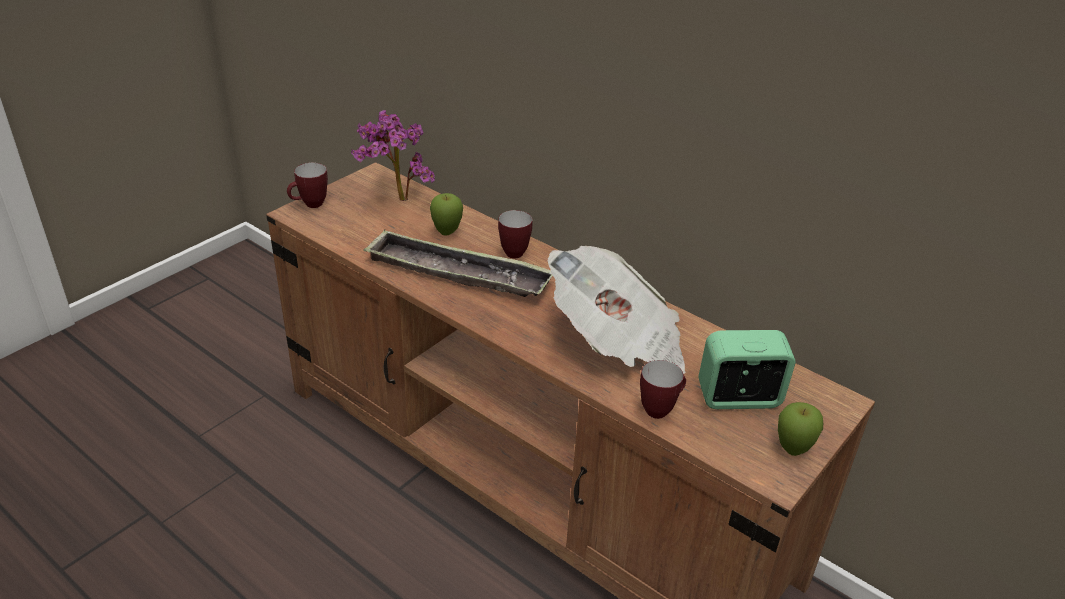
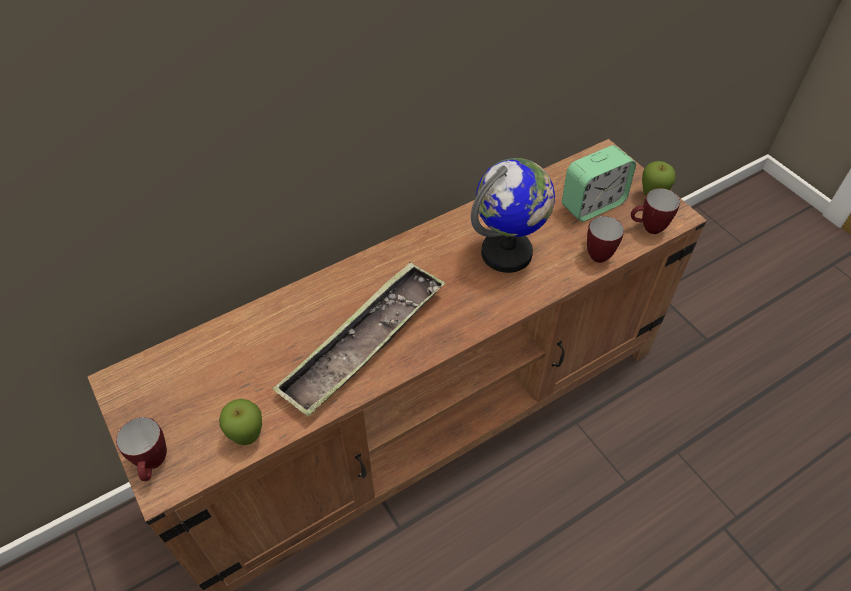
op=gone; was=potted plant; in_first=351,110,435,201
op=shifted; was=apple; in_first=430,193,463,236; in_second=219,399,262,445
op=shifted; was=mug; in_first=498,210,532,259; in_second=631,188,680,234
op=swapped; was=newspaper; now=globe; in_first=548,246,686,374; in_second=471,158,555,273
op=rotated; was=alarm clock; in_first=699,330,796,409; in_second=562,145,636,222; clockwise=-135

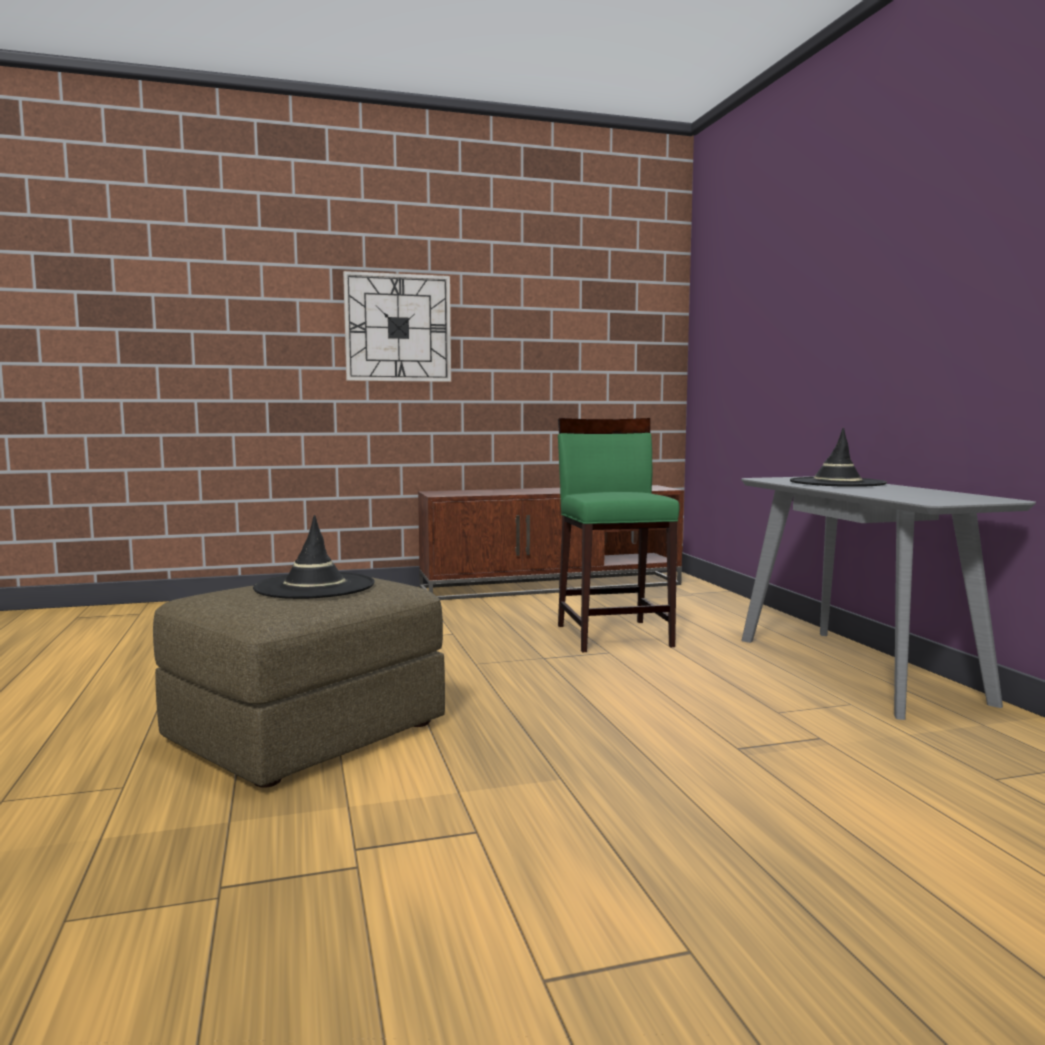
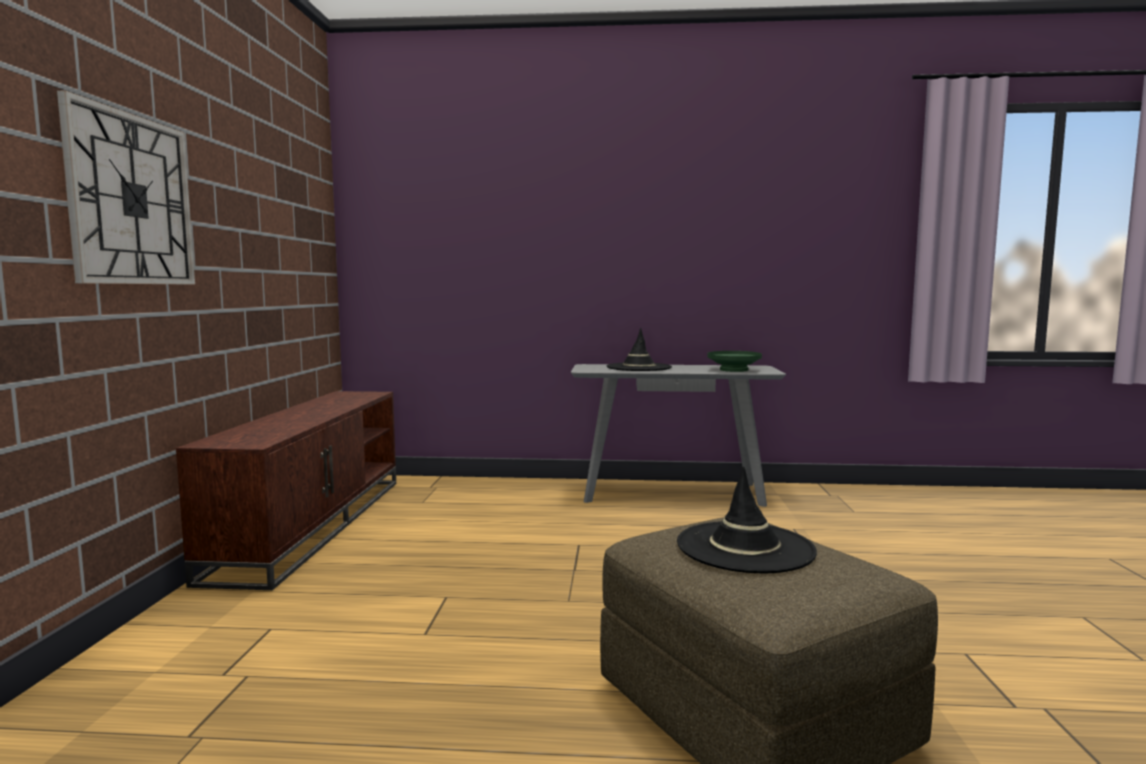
op=gone; was=stool in green; in_first=558,418,680,652
op=new; now=bowl in green; in_second=707,351,762,372

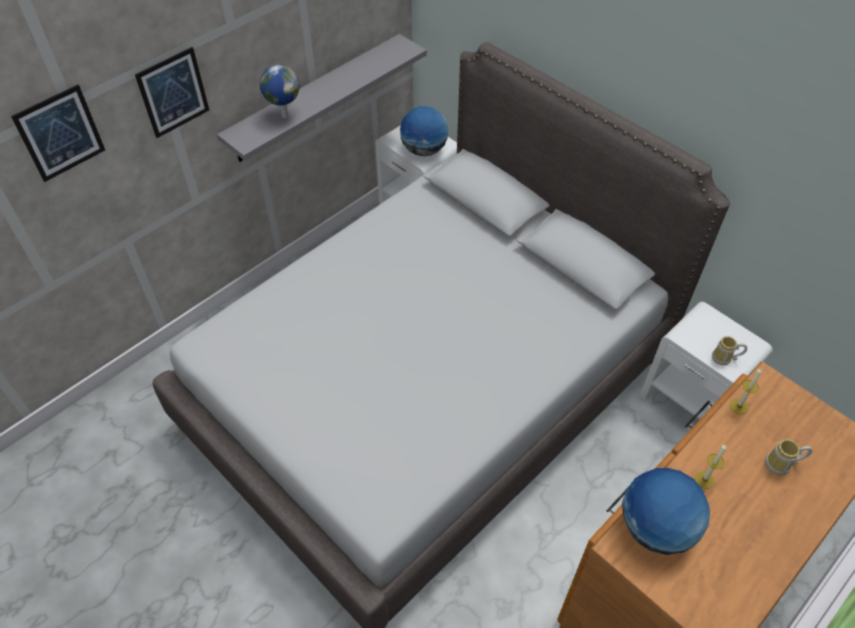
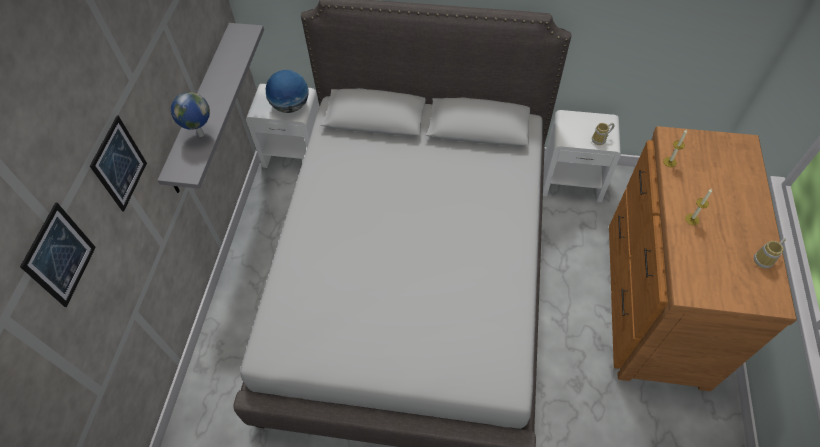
op=shifted; was=mug; in_first=765,439,812,475; in_second=754,238,786,269
op=gone; was=globe; in_first=622,468,710,555

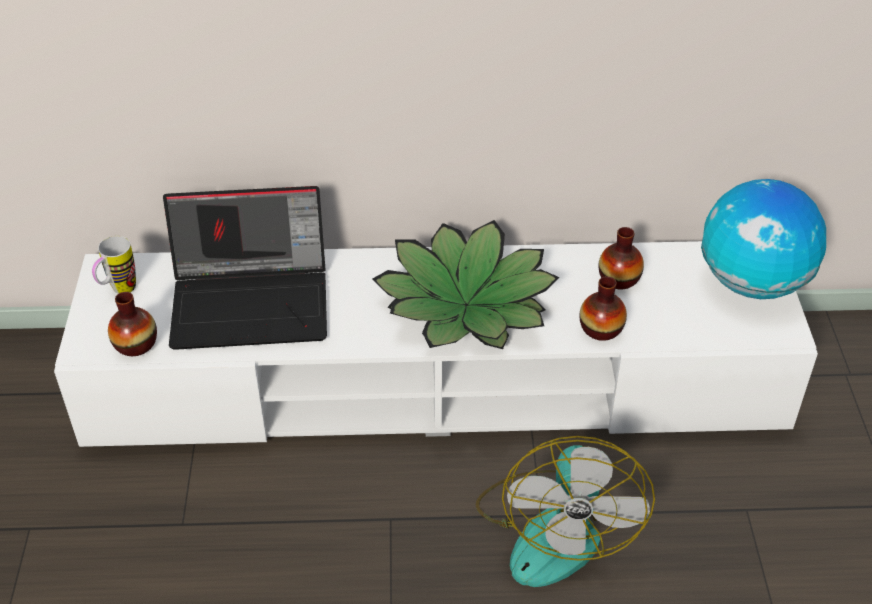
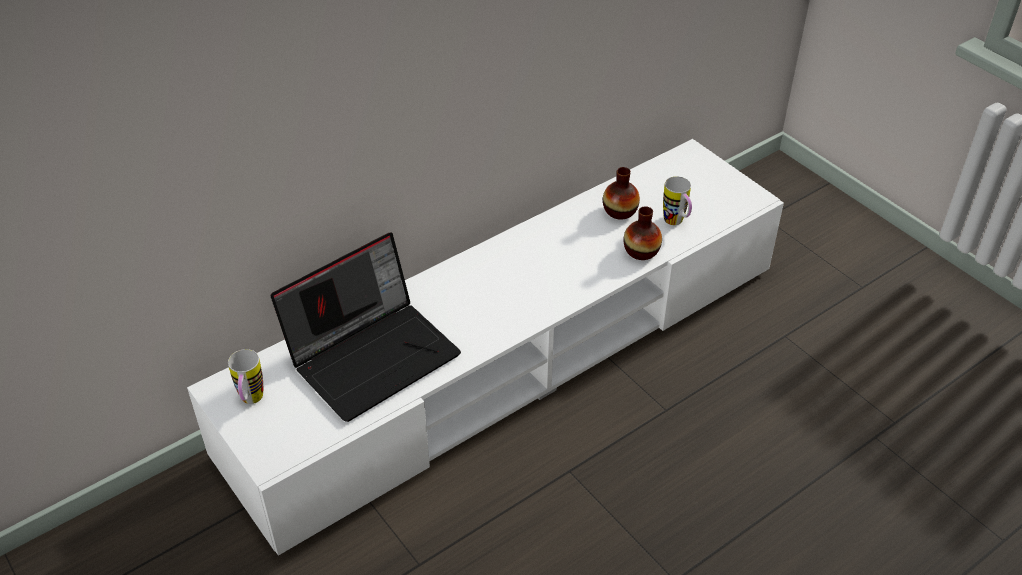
op=gone; was=globe; in_first=701,179,826,299
op=gone; was=potted plant; in_first=373,220,560,349
op=gone; was=vase; in_first=108,292,157,356
op=gone; was=fan; in_first=476,436,655,587
op=new; now=mug; in_second=663,176,692,225

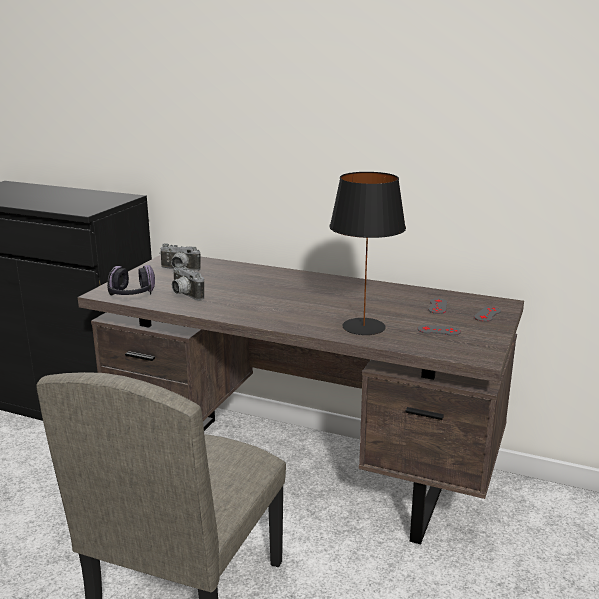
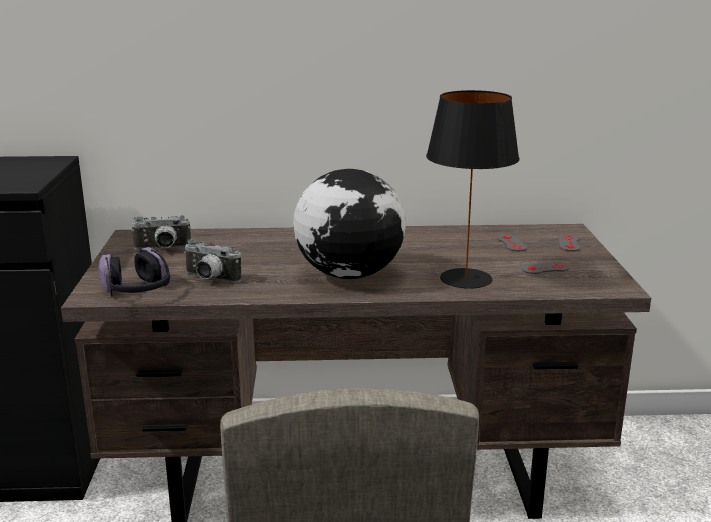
op=new; now=globe; in_second=293,169,406,279

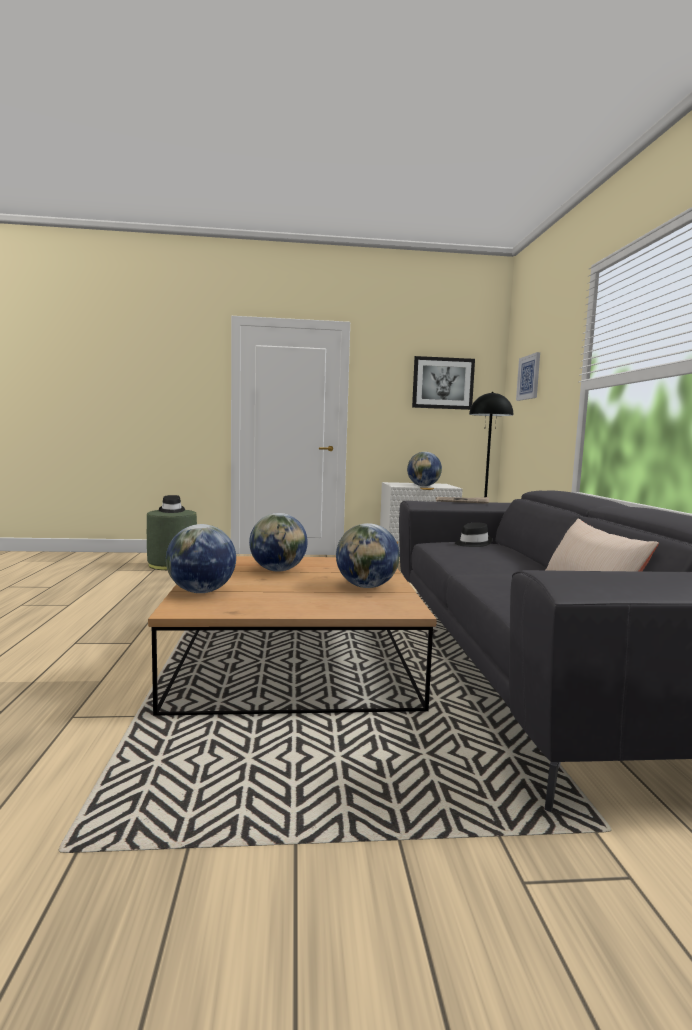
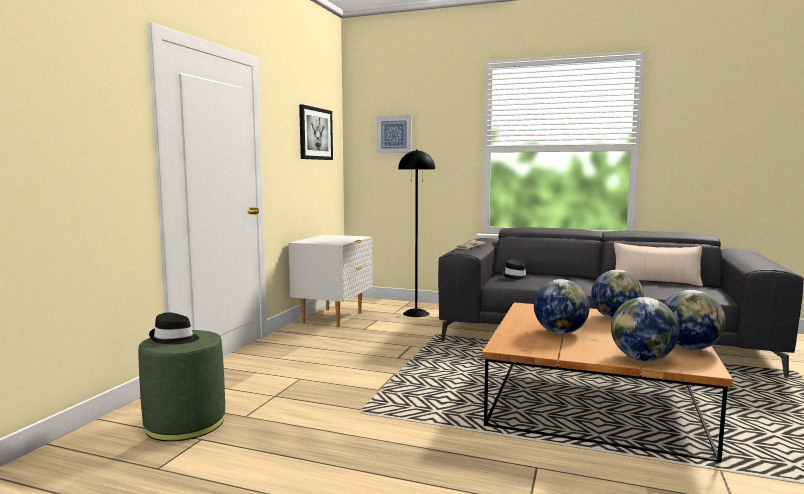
op=shifted; was=globe; in_first=407,452,442,486; in_second=664,290,726,350

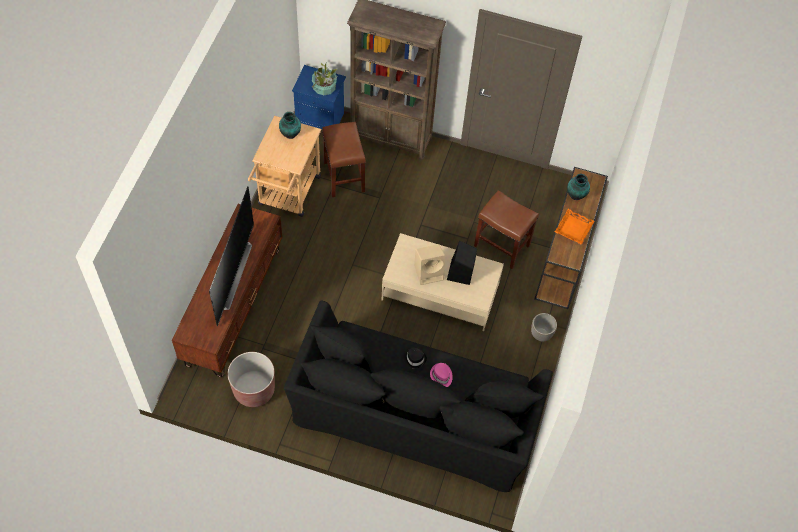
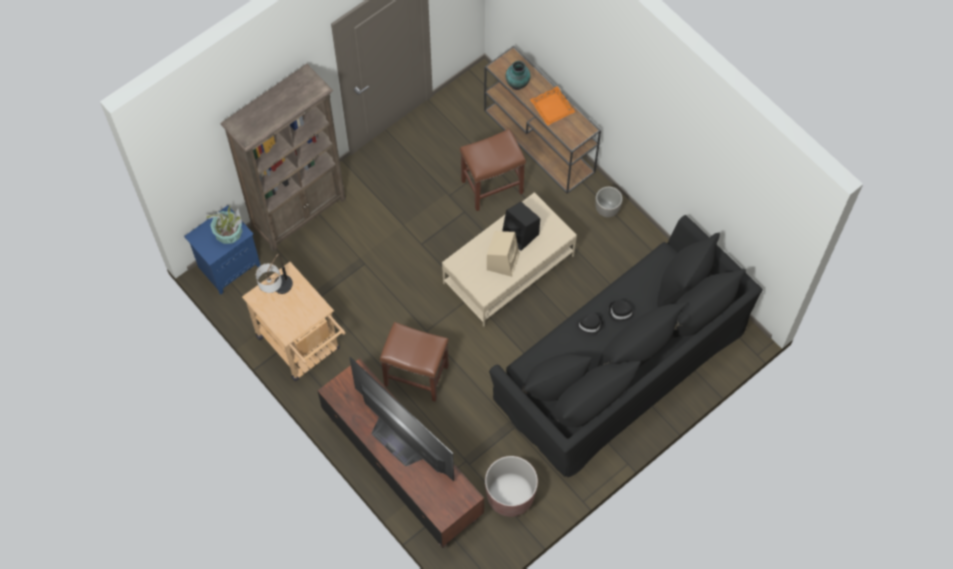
op=swapped; was=vase; now=table lamp; in_first=279,112,301,139; in_second=256,254,293,294
op=shifted; was=stool in brown; in_first=322,122,366,197; in_second=380,322,449,402
op=repainted; was=hat in pink; now=hat in black; in_first=430,363,453,387; in_second=609,300,636,323

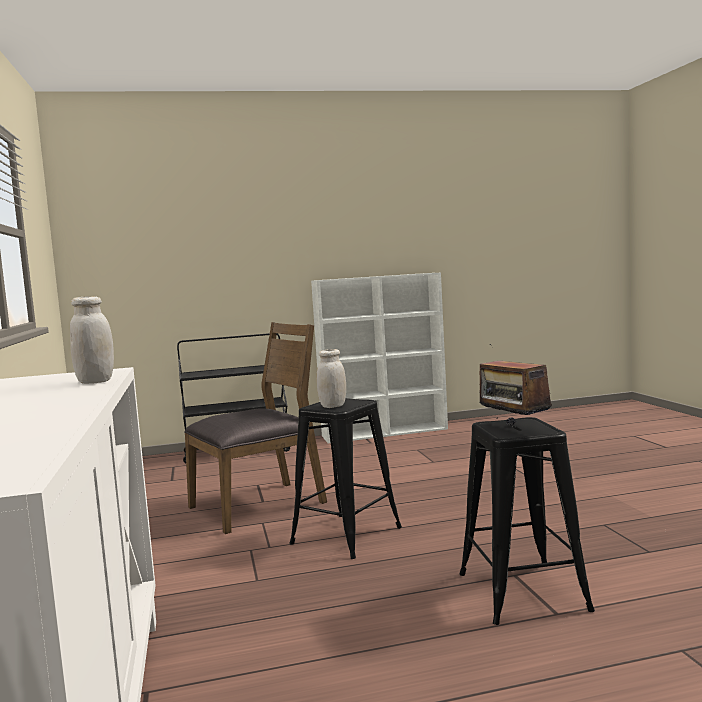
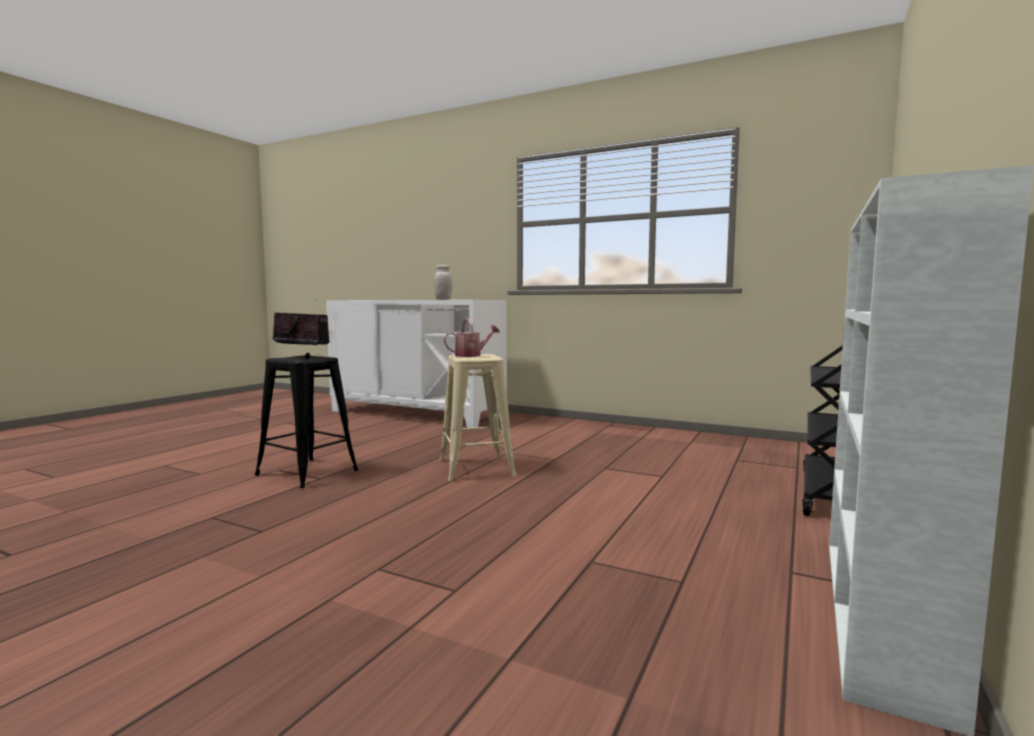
op=gone; was=chair in brown; in_first=184,322,327,534
op=swapped; was=jar in white; now=watering can; in_first=317,349,346,408; in_second=444,318,500,357
op=repainted; was=stool in black; now=stool in beige; in_first=289,398,402,559; in_second=439,354,516,481

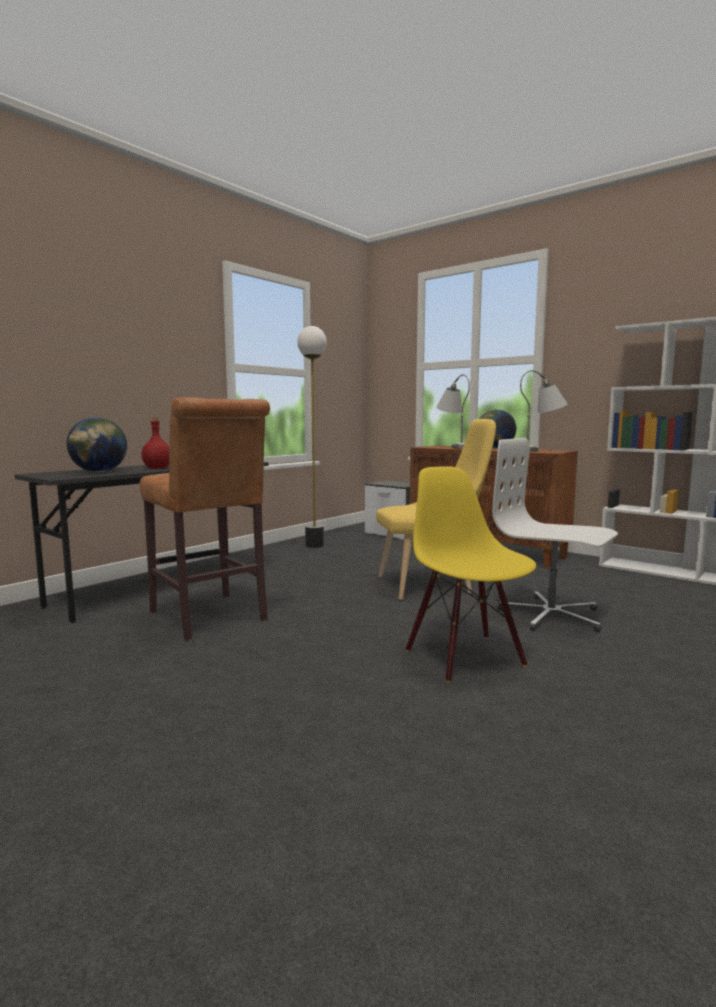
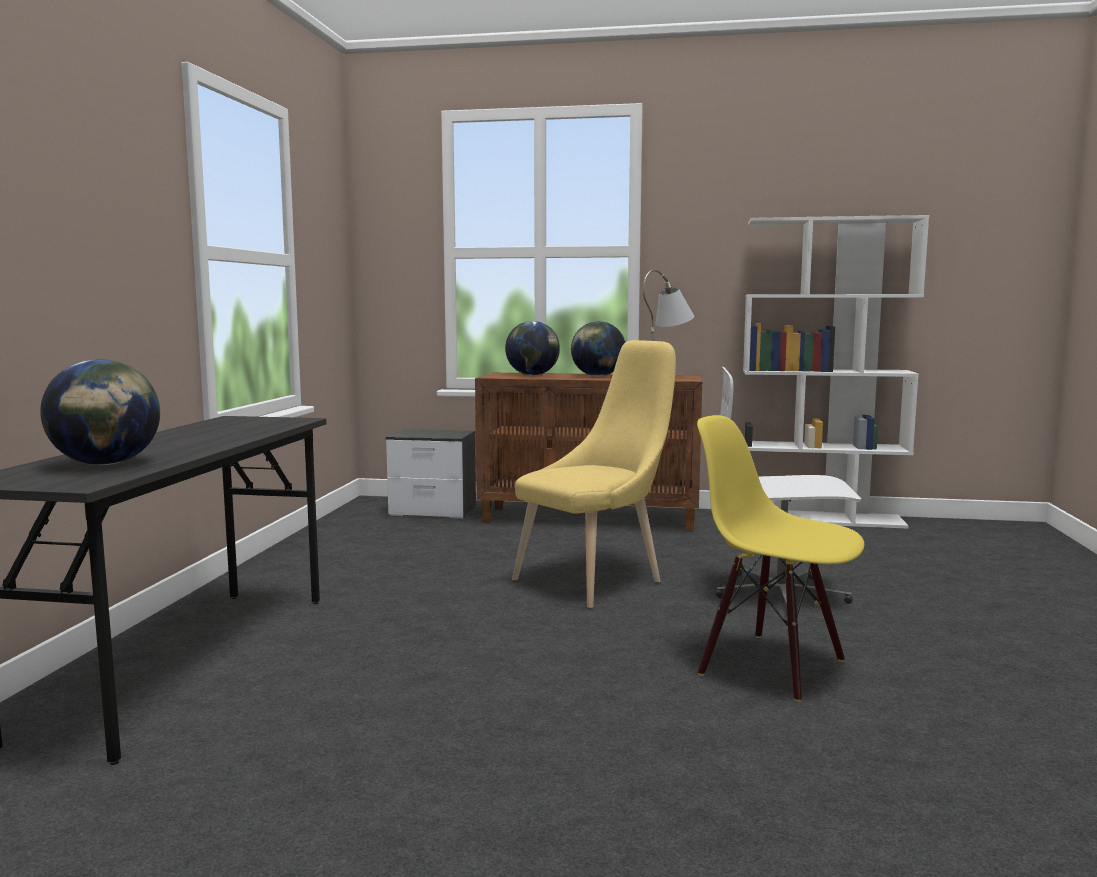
op=gone; was=floor lamp; in_first=297,326,327,548
op=swapped; was=table lamp in grey; now=globe; in_first=436,374,470,449; in_second=505,321,560,376
op=gone; was=stool in brown; in_first=140,397,270,640
op=gone; was=bottle in red; in_first=141,417,169,469

